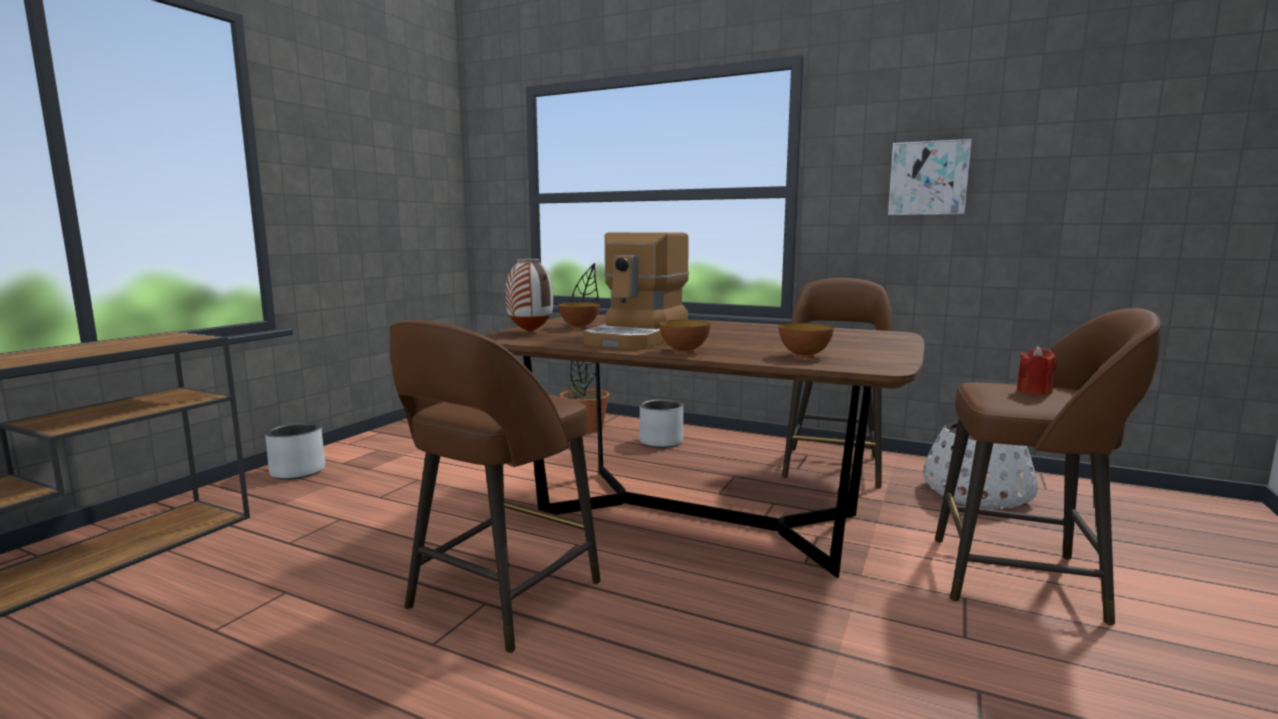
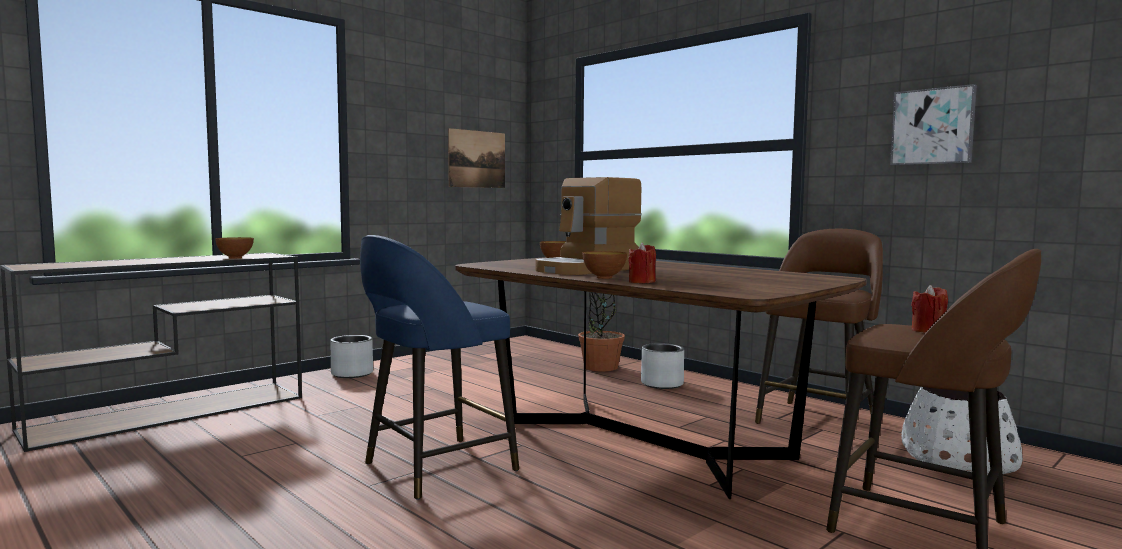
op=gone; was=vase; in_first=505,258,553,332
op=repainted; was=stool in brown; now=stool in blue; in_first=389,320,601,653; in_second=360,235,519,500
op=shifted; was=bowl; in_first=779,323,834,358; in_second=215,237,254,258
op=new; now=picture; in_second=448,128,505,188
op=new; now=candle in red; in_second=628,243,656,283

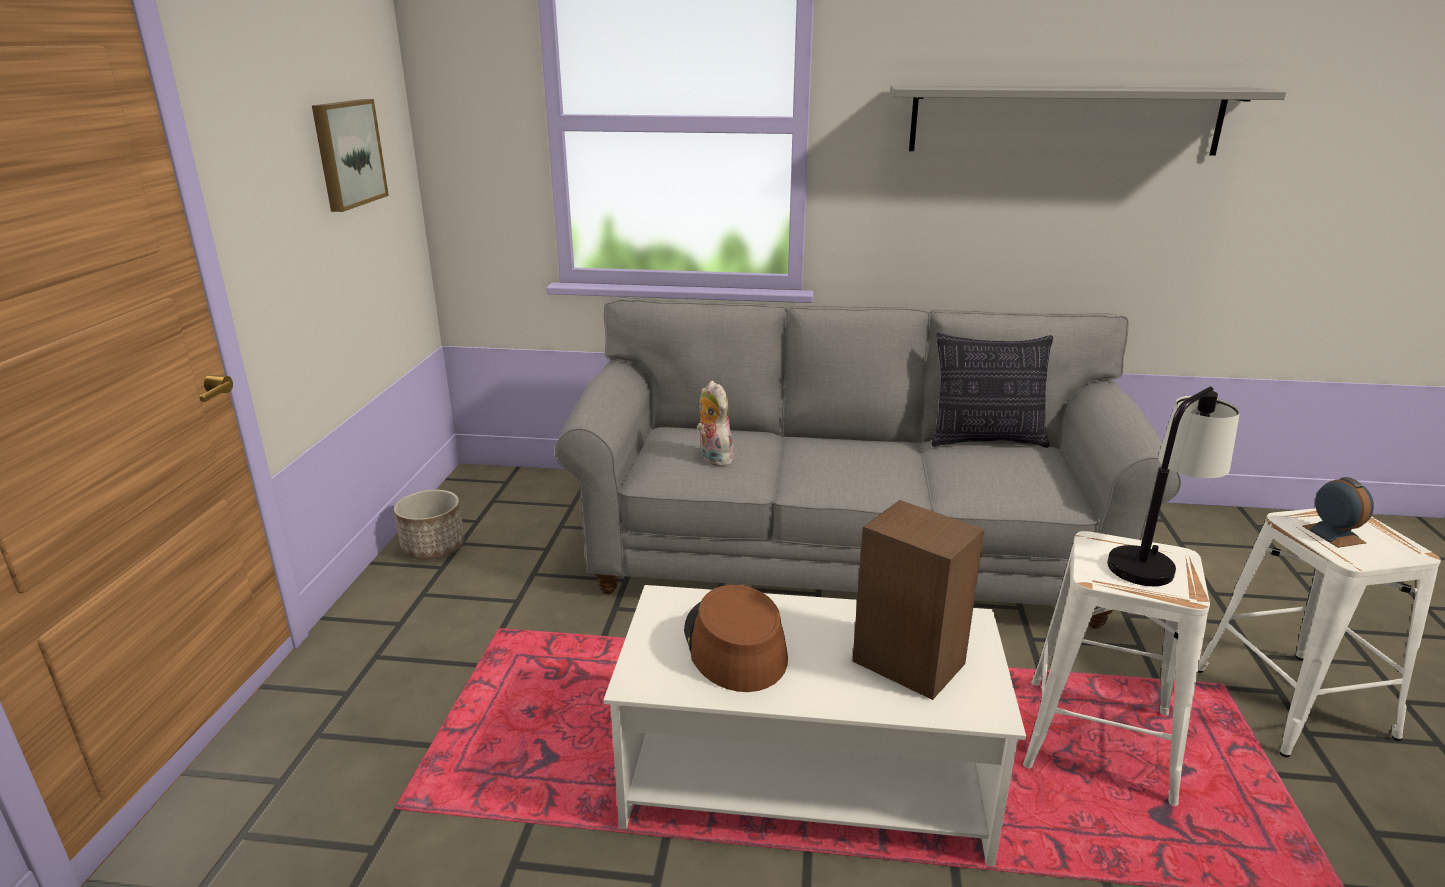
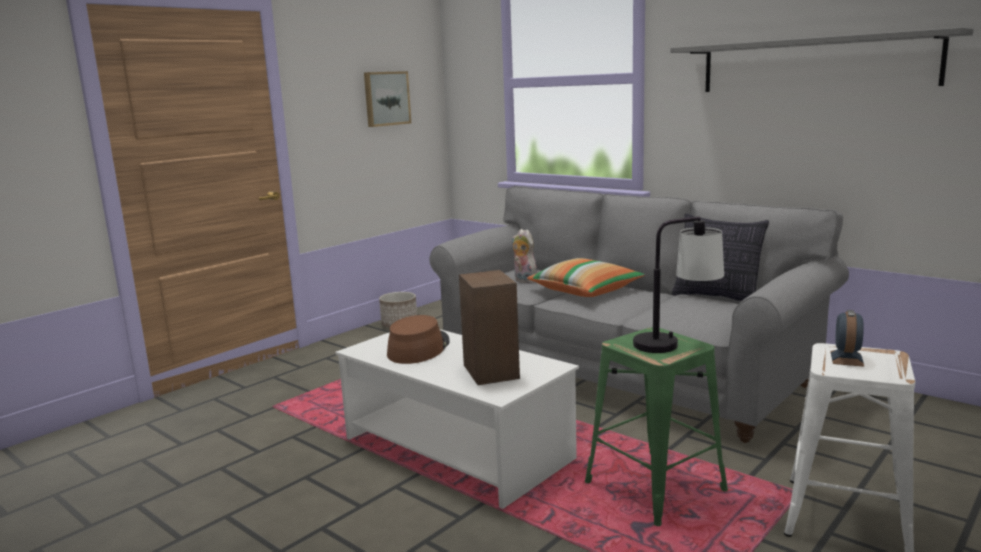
op=rotated; was=plush toy; in_first=697,381,734,466; in_second=512,229,538,283; clockwise=-45
op=repainted; was=stool in white; now=stool in green; in_first=1023,531,1210,806; in_second=585,327,728,526
op=new; now=pillow; in_second=527,258,645,297

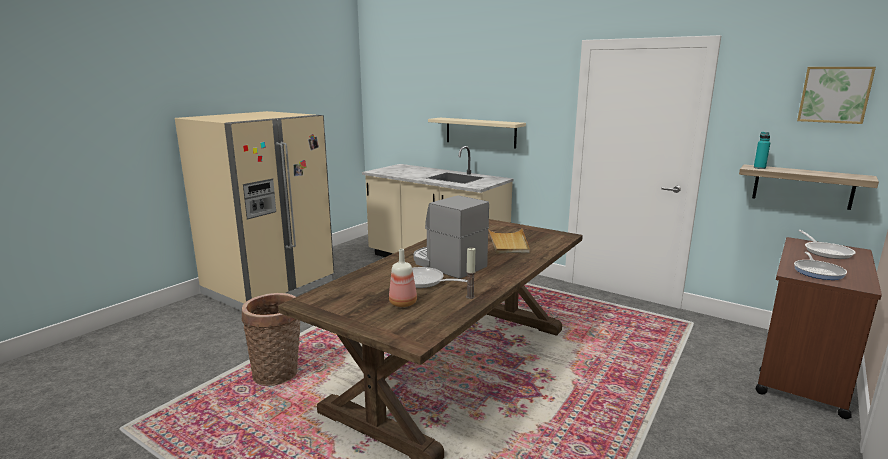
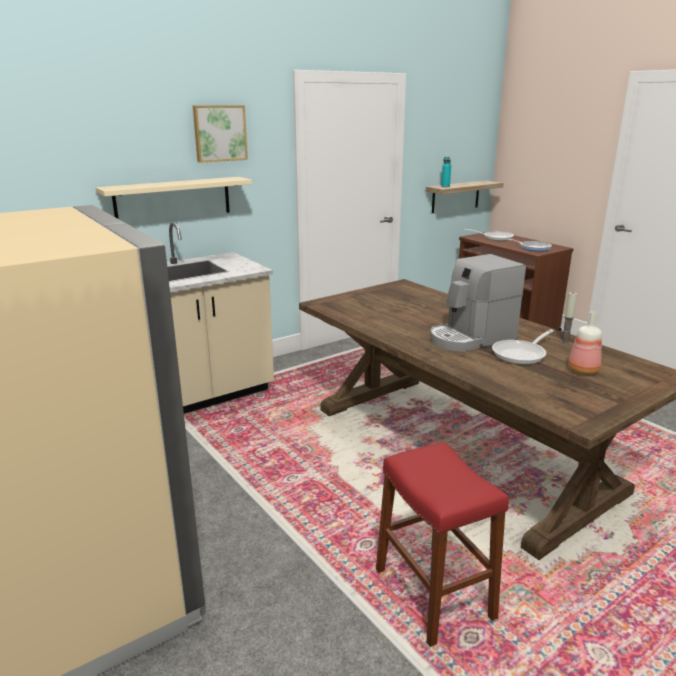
op=shifted; was=picture; in_first=797,67,876,124; in_second=193,105,248,163
op=gone; was=tray in beige; in_first=488,228,530,254
op=swapped; was=basket; now=stool in red; in_first=242,293,300,386; in_second=376,442,509,647

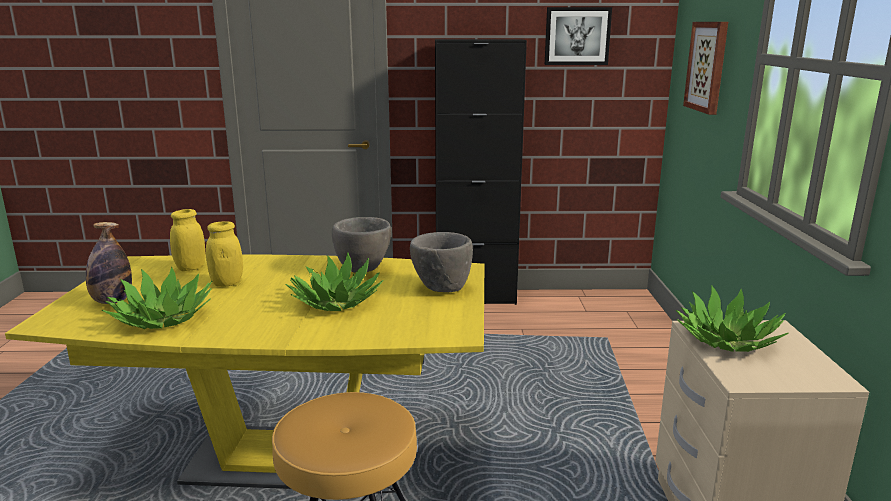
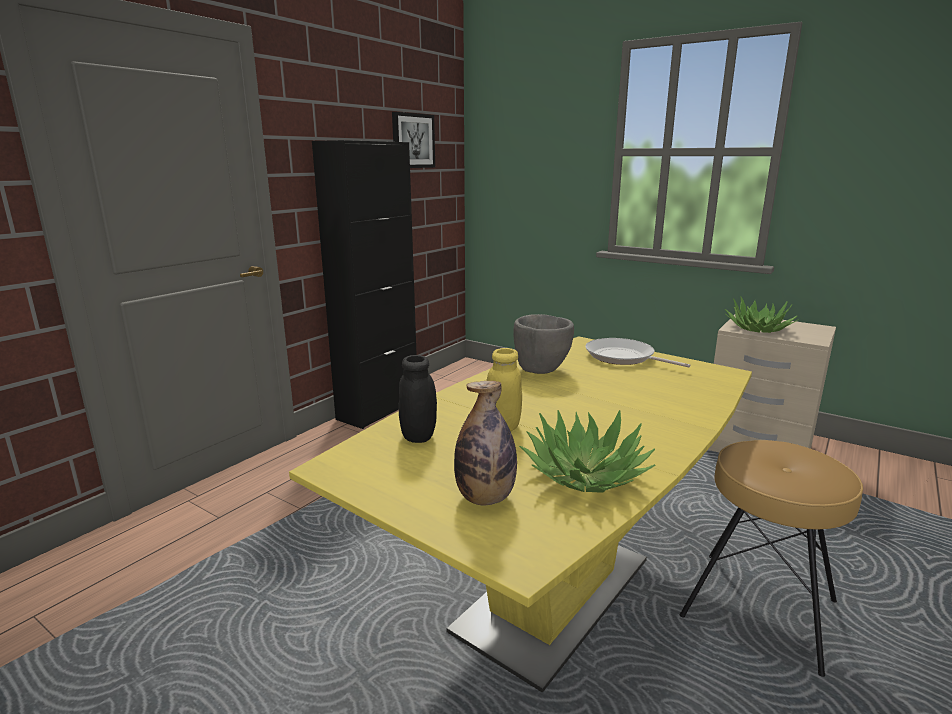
op=gone; was=picture; in_first=683,22,728,115
op=repainted; was=jar in yellow; now=jar in black; in_first=170,209,206,271; in_second=398,355,437,443
op=swapped; was=bowl in grey; now=frying pan; in_first=410,232,473,292; in_second=585,338,691,367
op=gone; was=potted plant; in_first=285,252,384,311

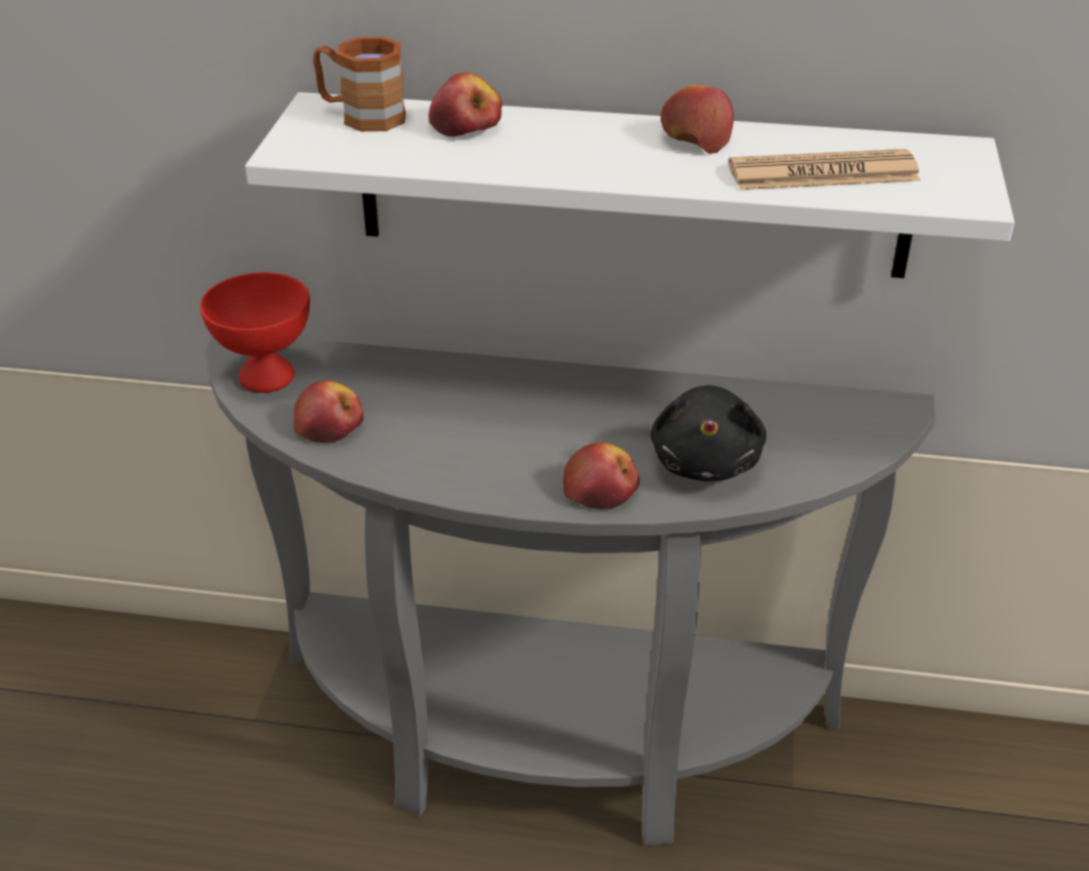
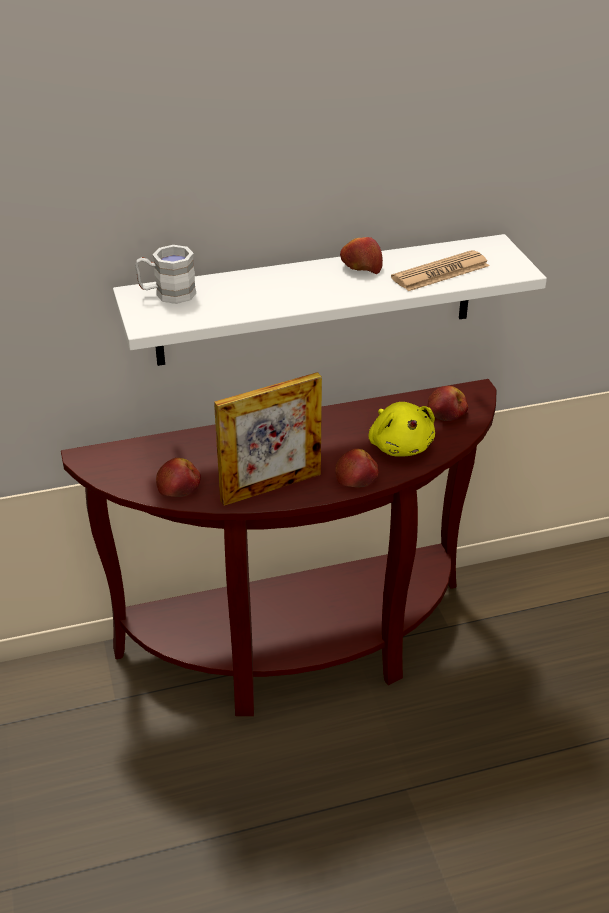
op=repainted; was=mug in brown; now=mug in white; in_first=313,36,406,132; in_second=135,245,196,304
op=shifted; was=apple; in_first=429,72,502,137; in_second=427,386,468,421
op=gone; was=bowl in red; in_first=200,272,310,393
op=repainted; was=console table in grey; now=console table in brown; in_first=205,337,936,846; in_second=61,379,496,716
op=repainted; was=plush toy in black; now=plush toy in yellow; in_first=650,385,766,482; in_second=369,402,435,457
op=new; now=picture frame; in_second=214,372,322,506

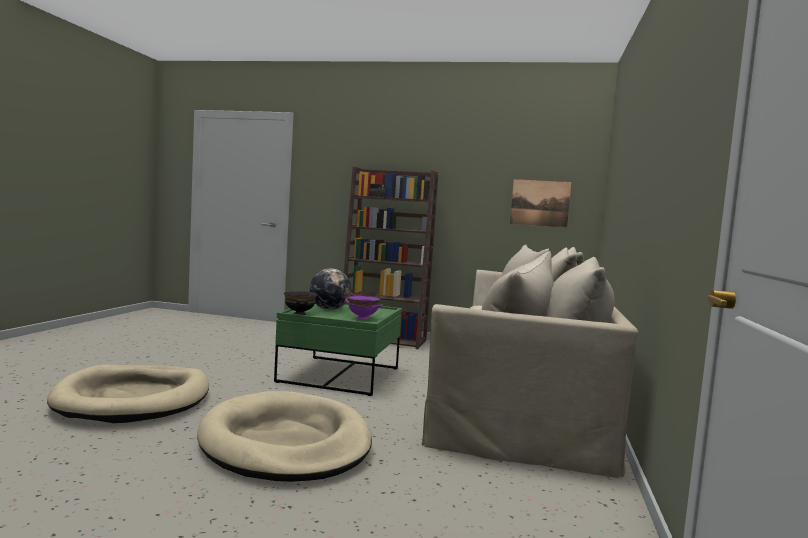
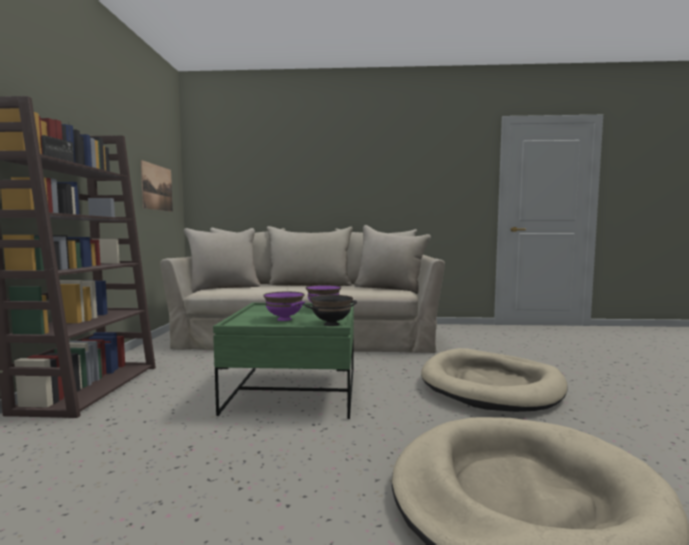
op=swapped; was=globe; now=bowl in purple; in_first=310,268,351,310; in_second=263,292,305,321

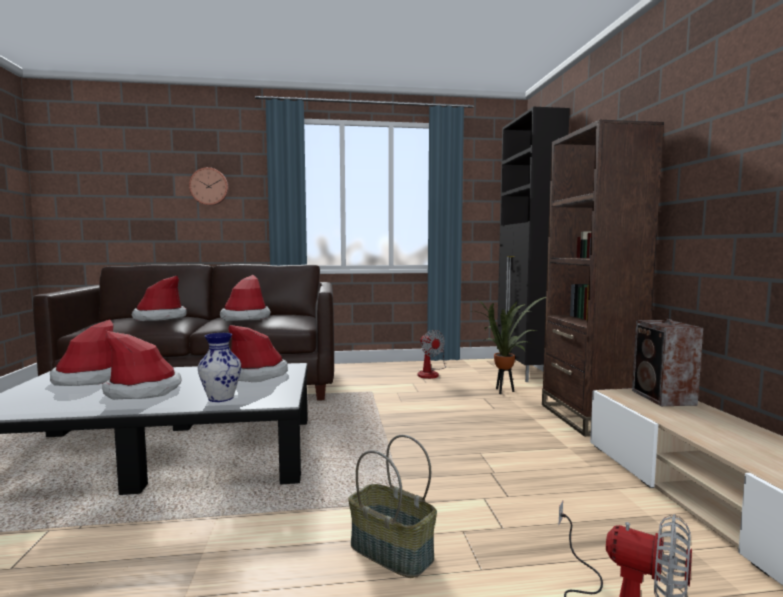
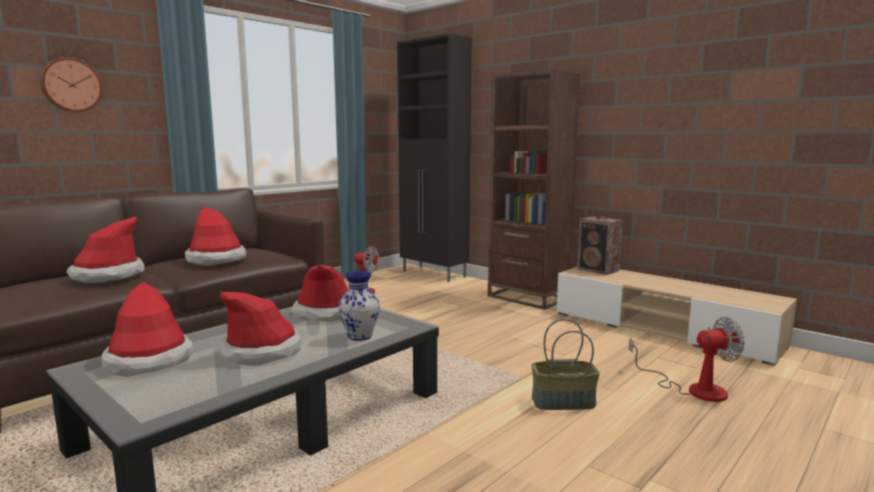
op=gone; was=potted plant; in_first=472,297,546,394

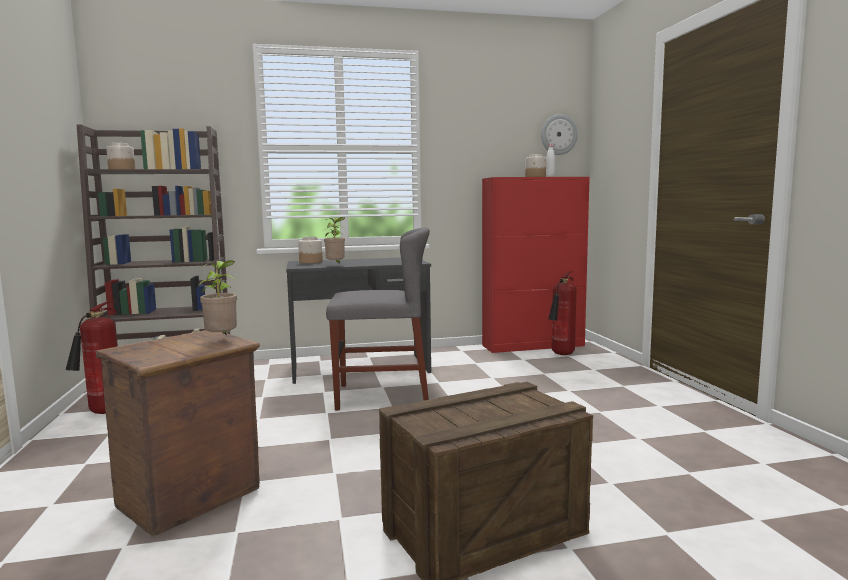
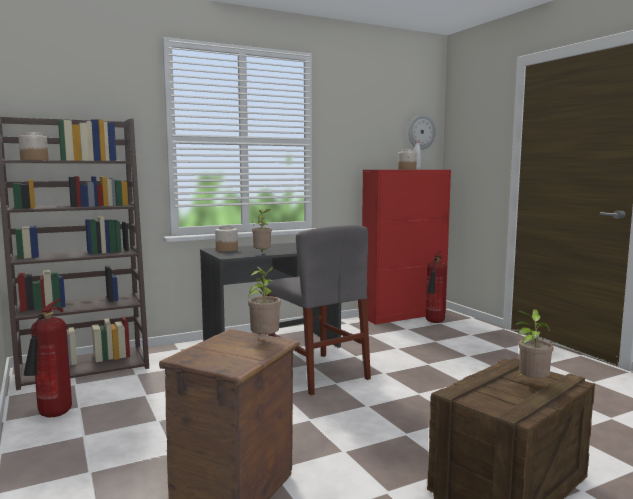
op=rotated; was=chair in grey; in_first=326,227,430,411; in_second=265,225,371,395; clockwise=75
op=new; now=potted plant; in_second=516,309,554,379

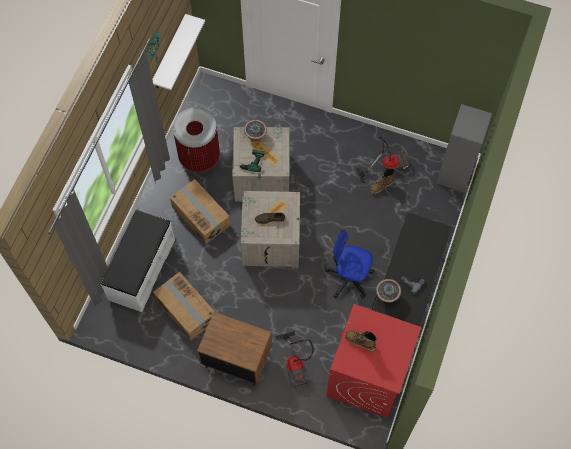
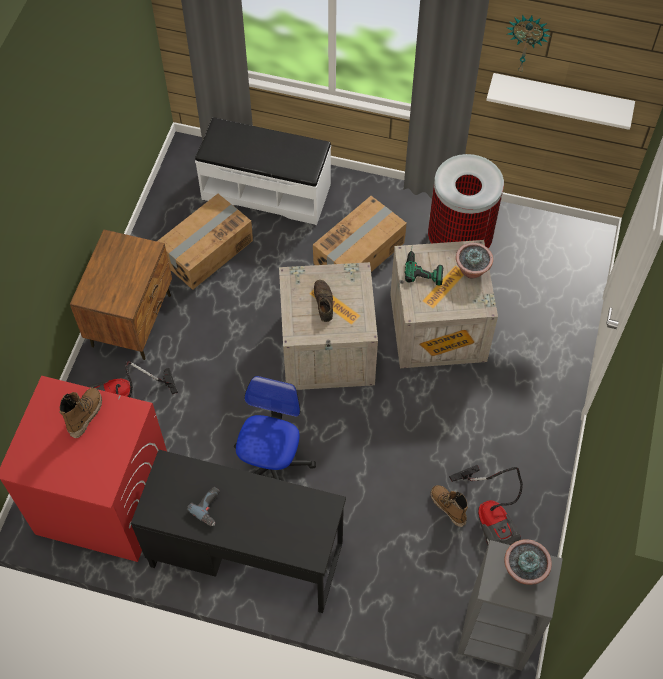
op=shifted; was=potted plant; in_first=376,279,401,303; in_second=504,540,552,585

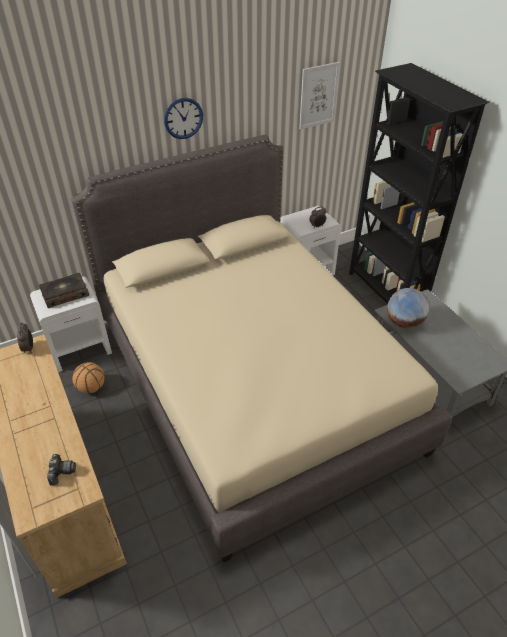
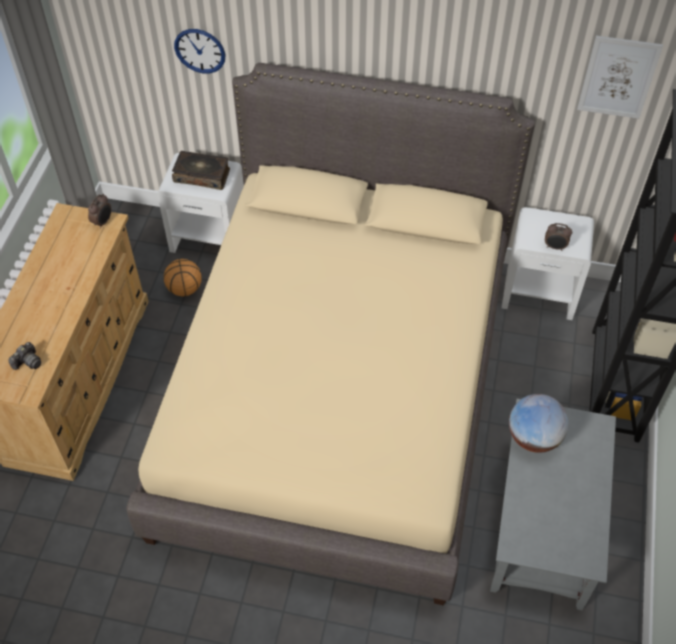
op=shifted; was=wall clock; in_first=164,98,203,139; in_second=174,29,226,73

